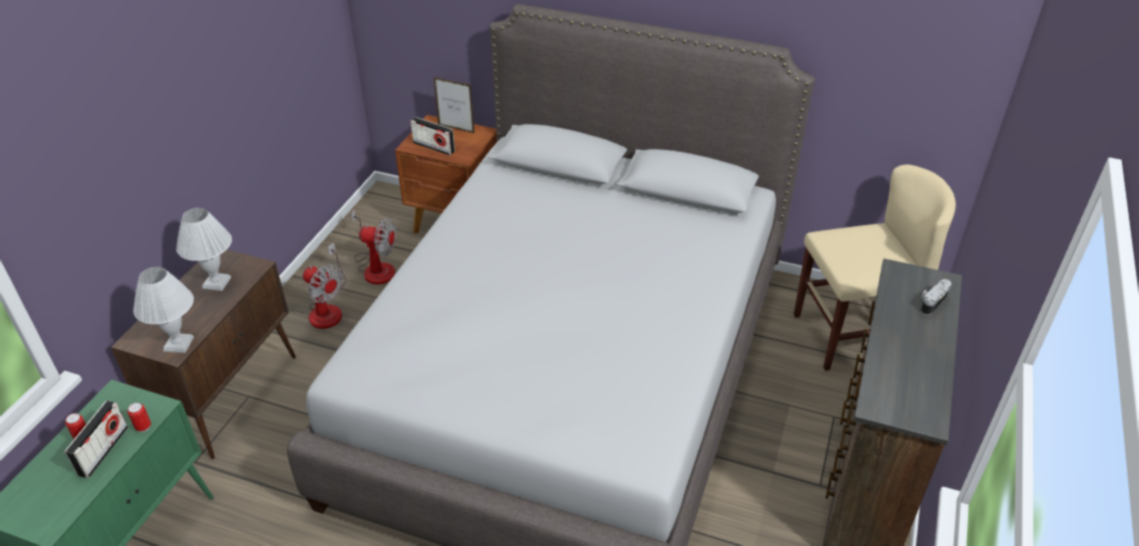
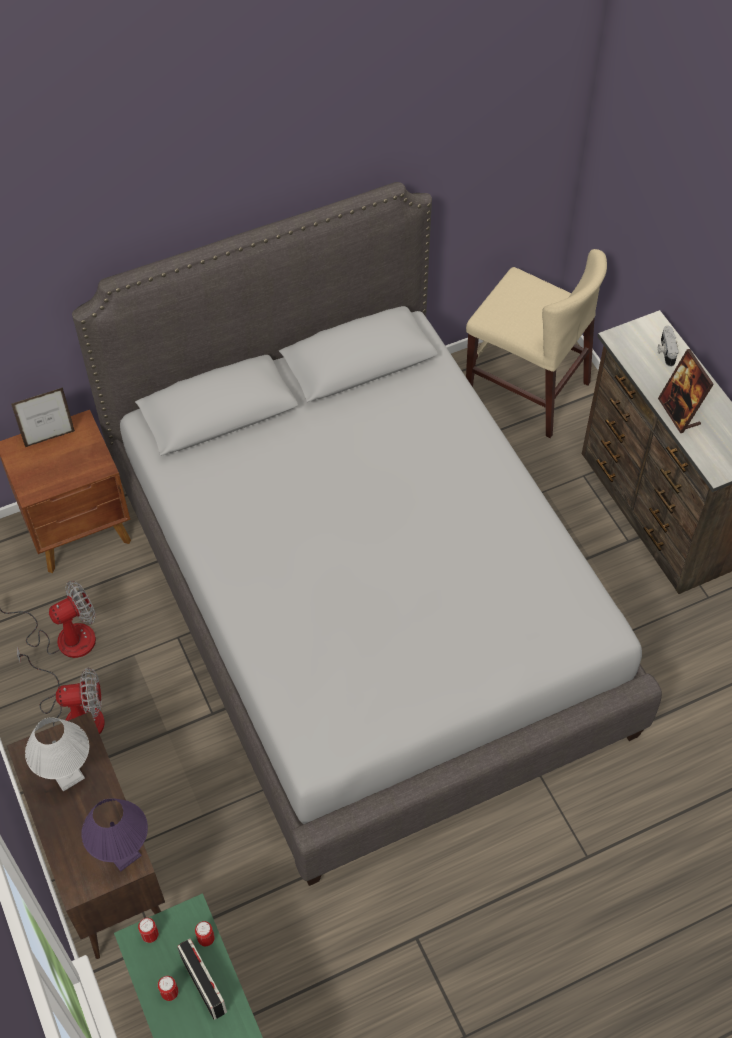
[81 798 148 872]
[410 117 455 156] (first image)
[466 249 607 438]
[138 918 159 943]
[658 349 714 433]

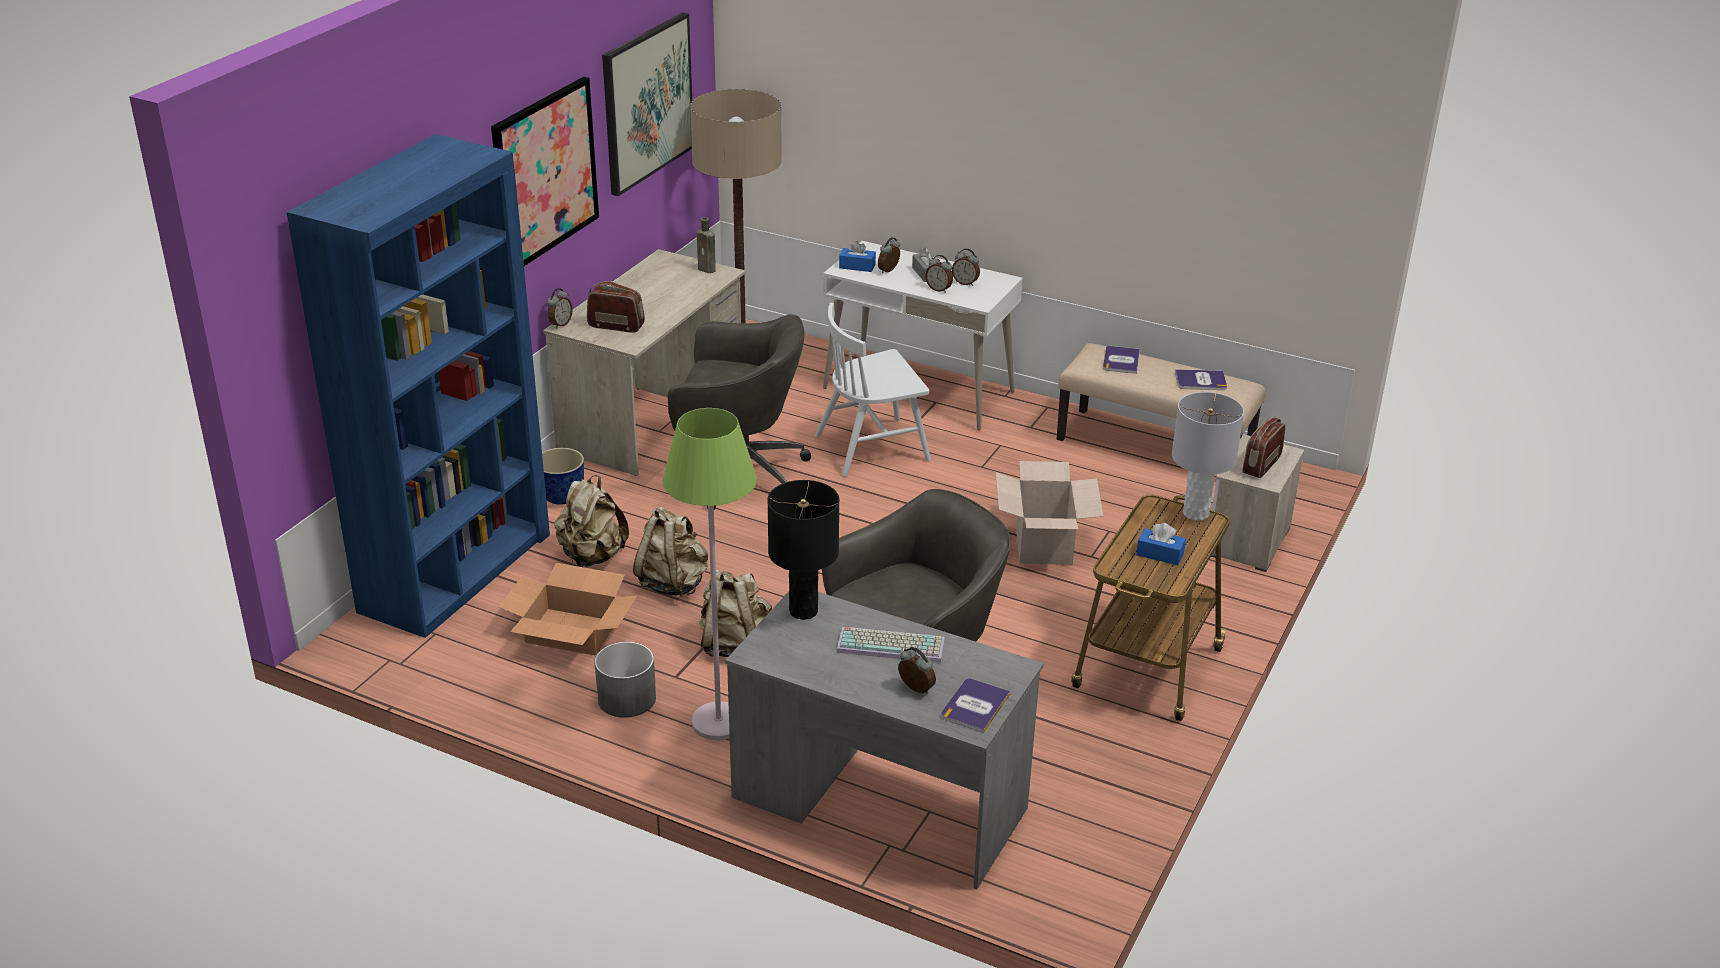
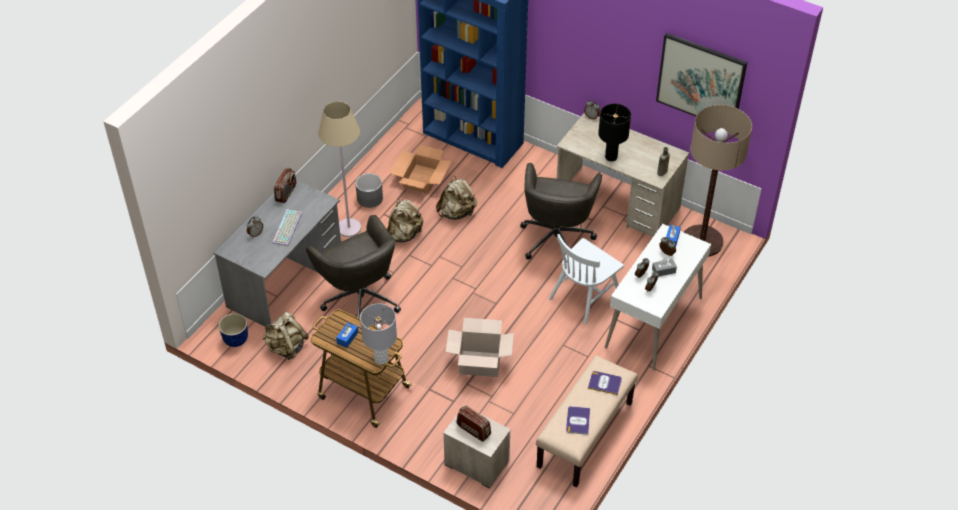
[491 77 599 266] (first image)
[218 313 248 347]
[263 312 309 360]
[274 168 296 203]
[318 101 361 237]
[598 104 631 162]
[549 234 624 325]
[941 678 1011 733] (first image)

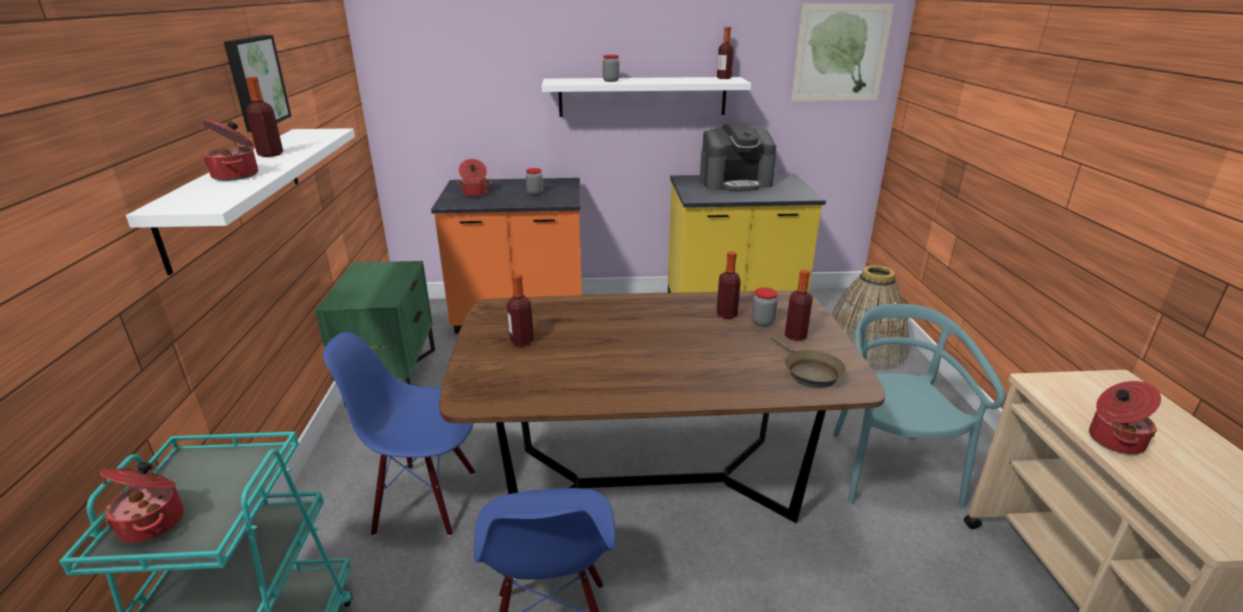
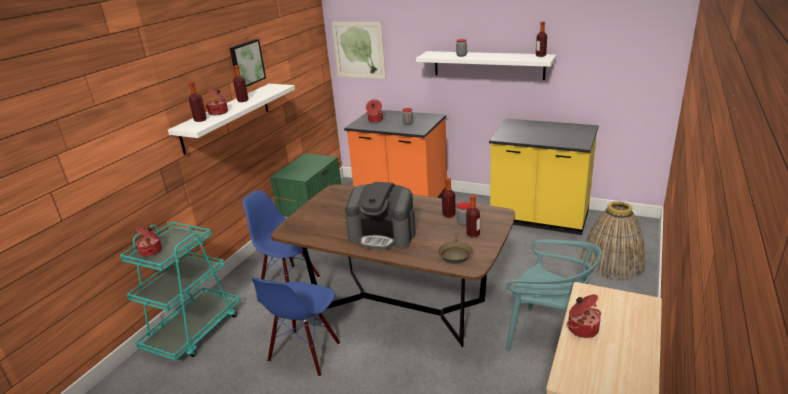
[189 82 207 122]
[345 182 416 250]
[332 22 386 79]
[505 239 602 351]

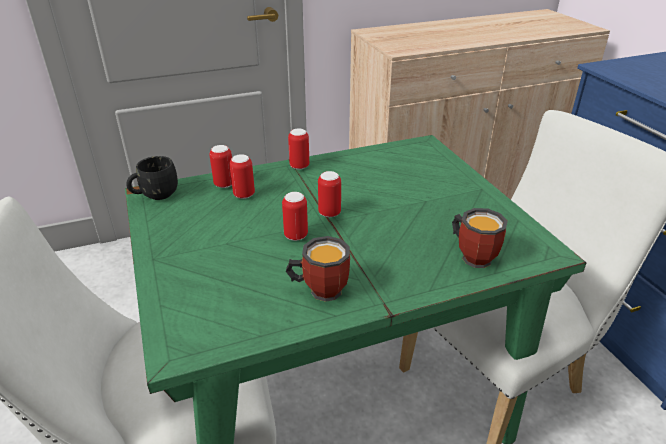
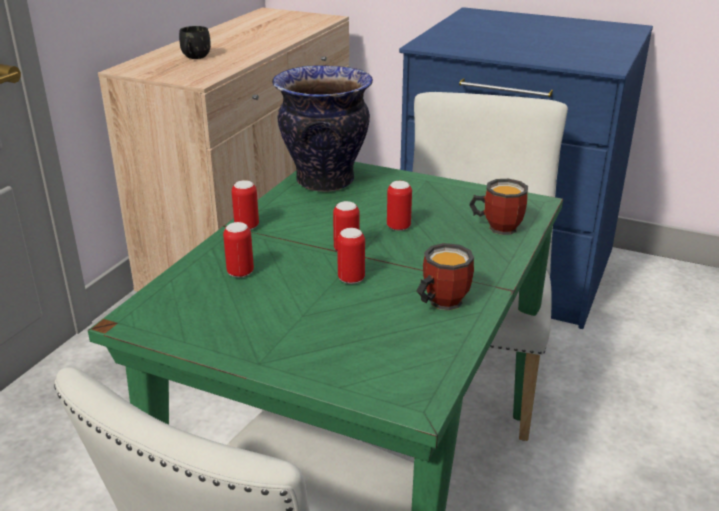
[179 26 211 59]
[387 181 412 231]
[272 65 373 192]

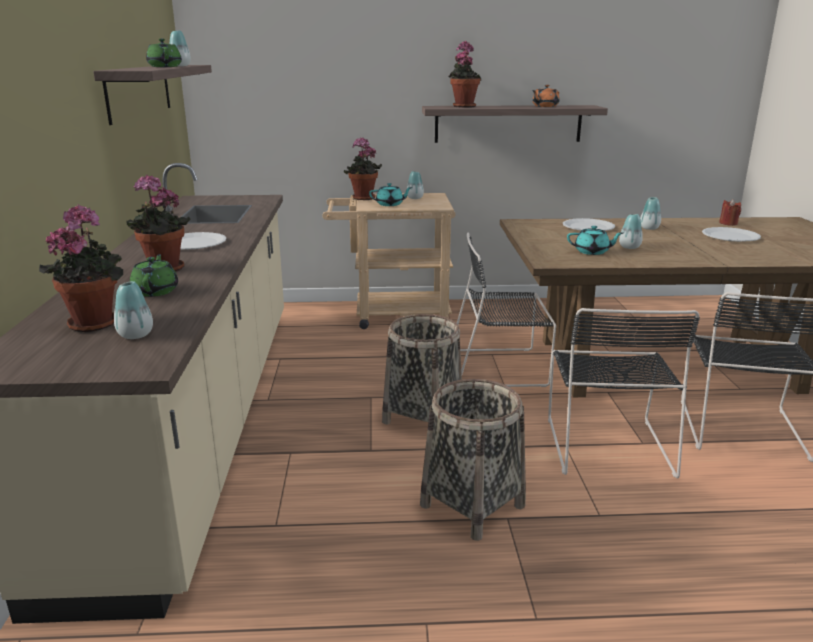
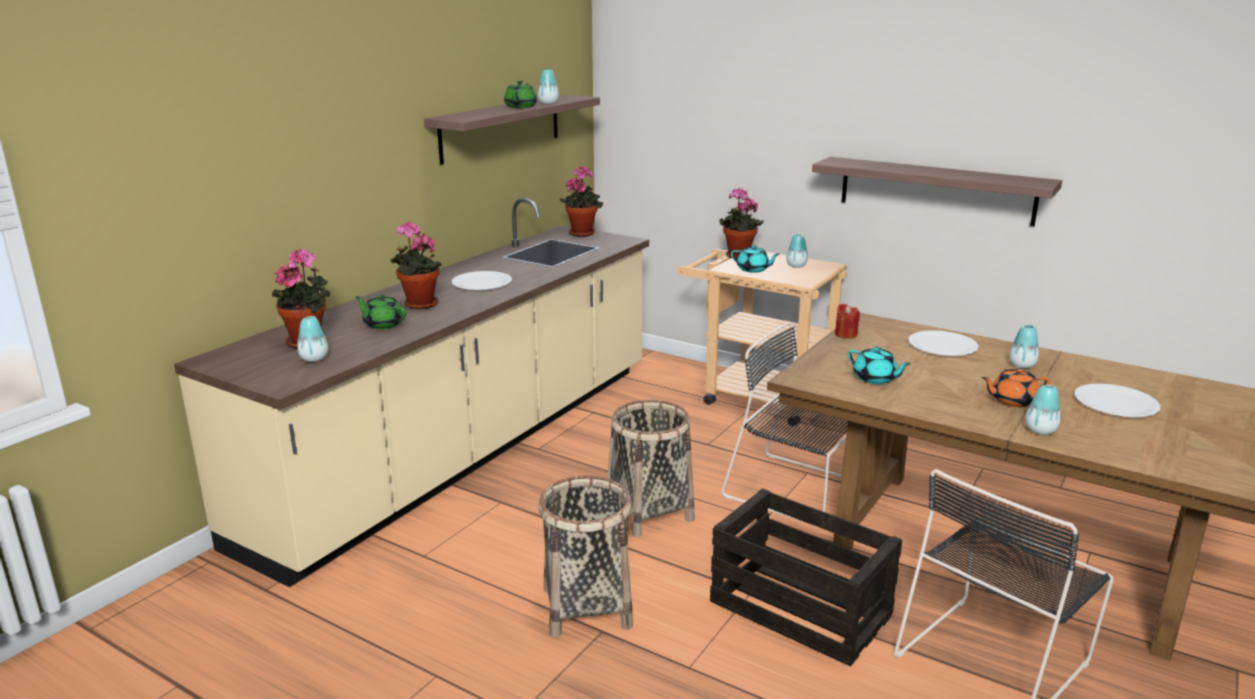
[355 295 406 329]
[560 166 603 237]
[981 368 1050 407]
[710 488 902 667]
[1025 385 1061 435]
[835 304 860 339]

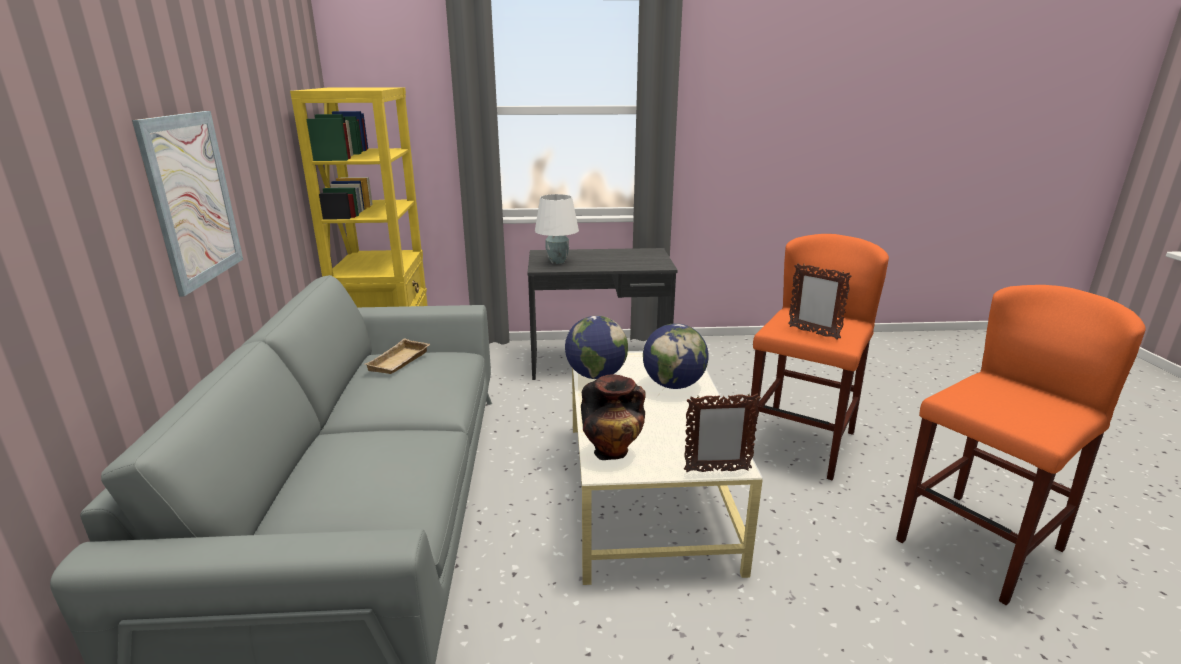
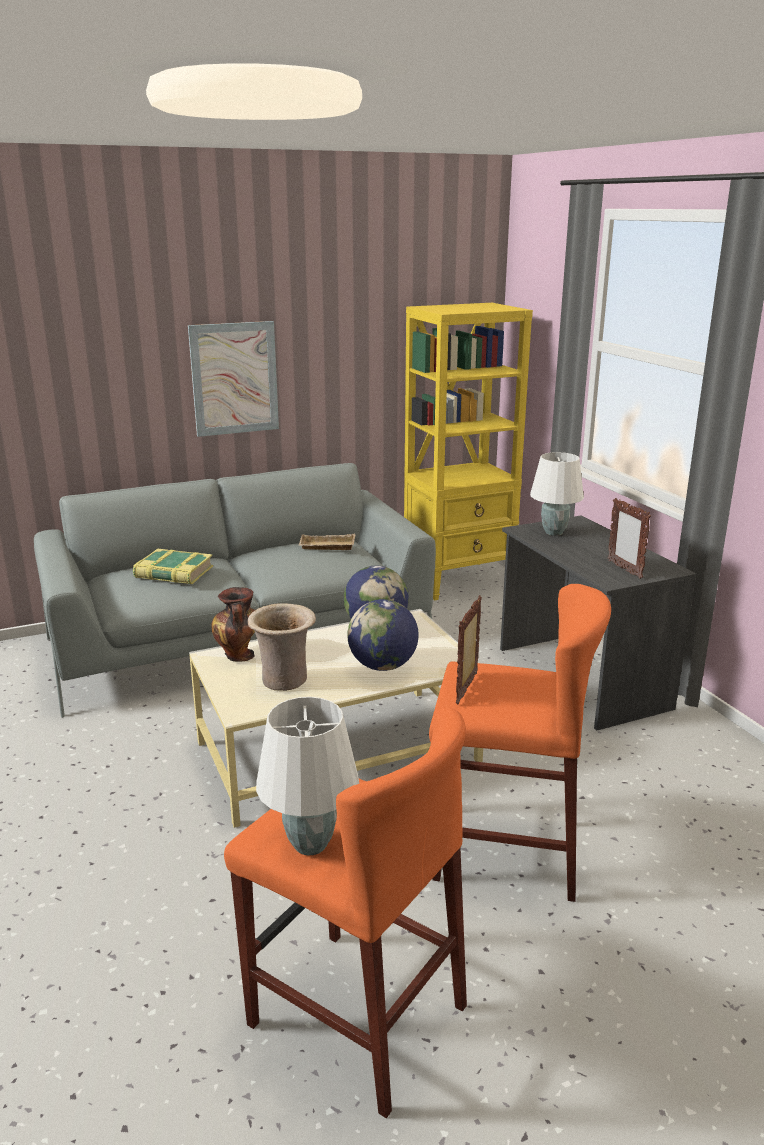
[608 498 651 579]
[133 549 213 584]
[248 603 316 691]
[256 697 359 856]

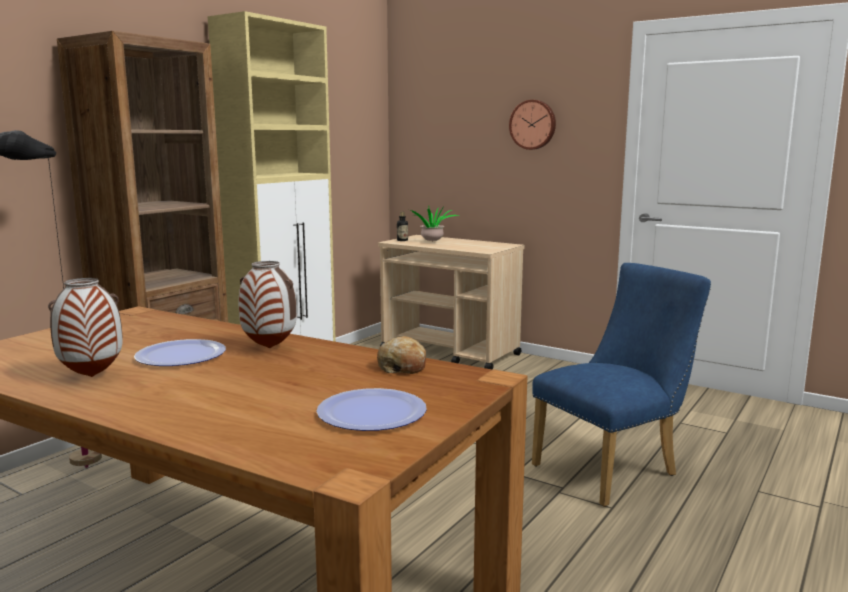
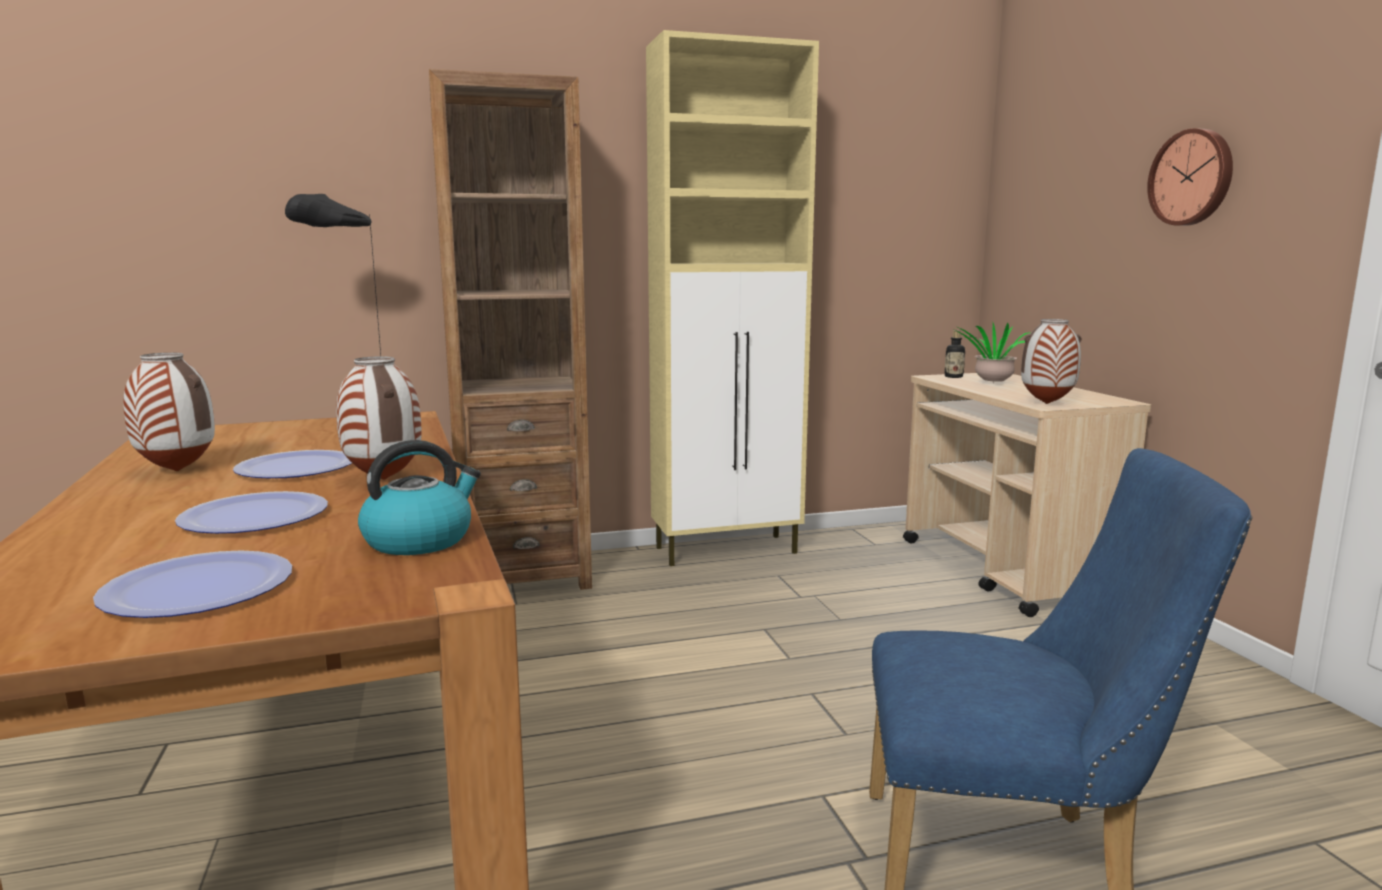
[358 440 481 555]
[175 491 328 534]
[1021 319 1082 404]

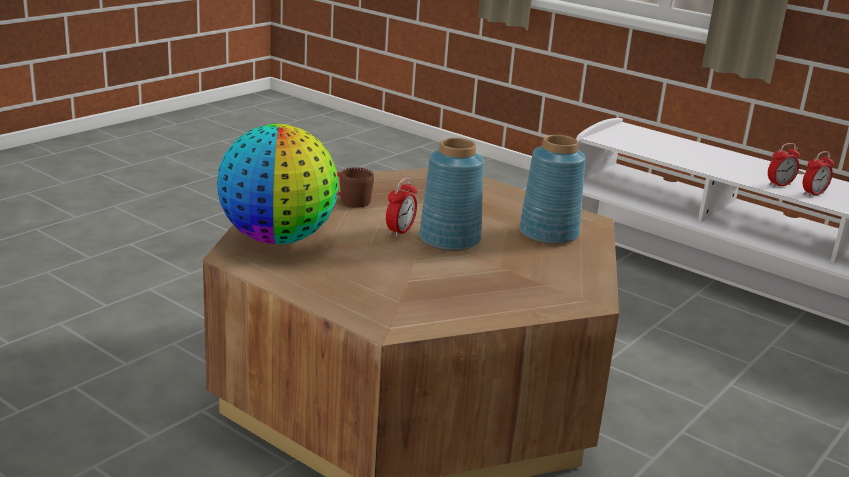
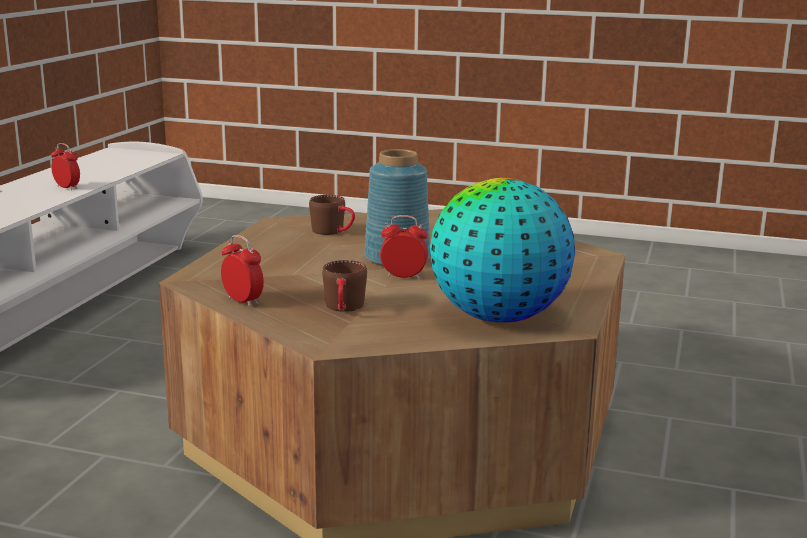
[309 195 355 235]
[221 235 264 307]

